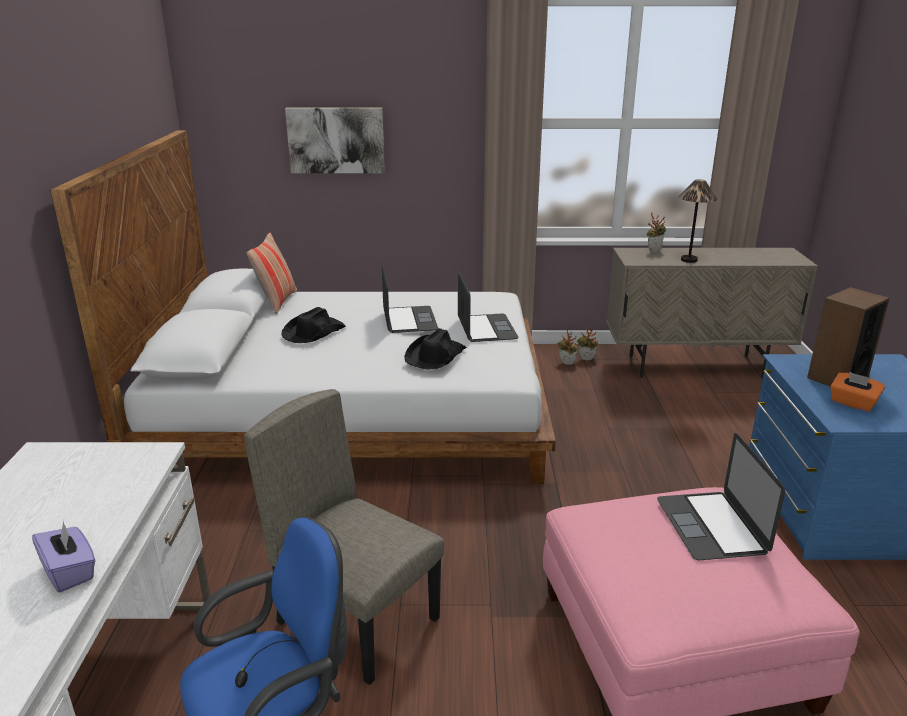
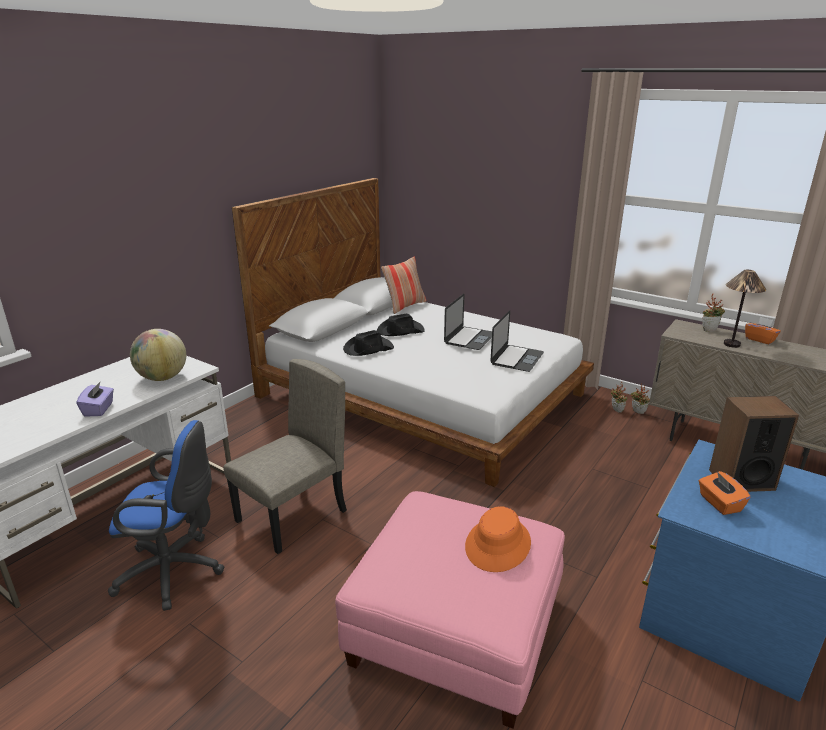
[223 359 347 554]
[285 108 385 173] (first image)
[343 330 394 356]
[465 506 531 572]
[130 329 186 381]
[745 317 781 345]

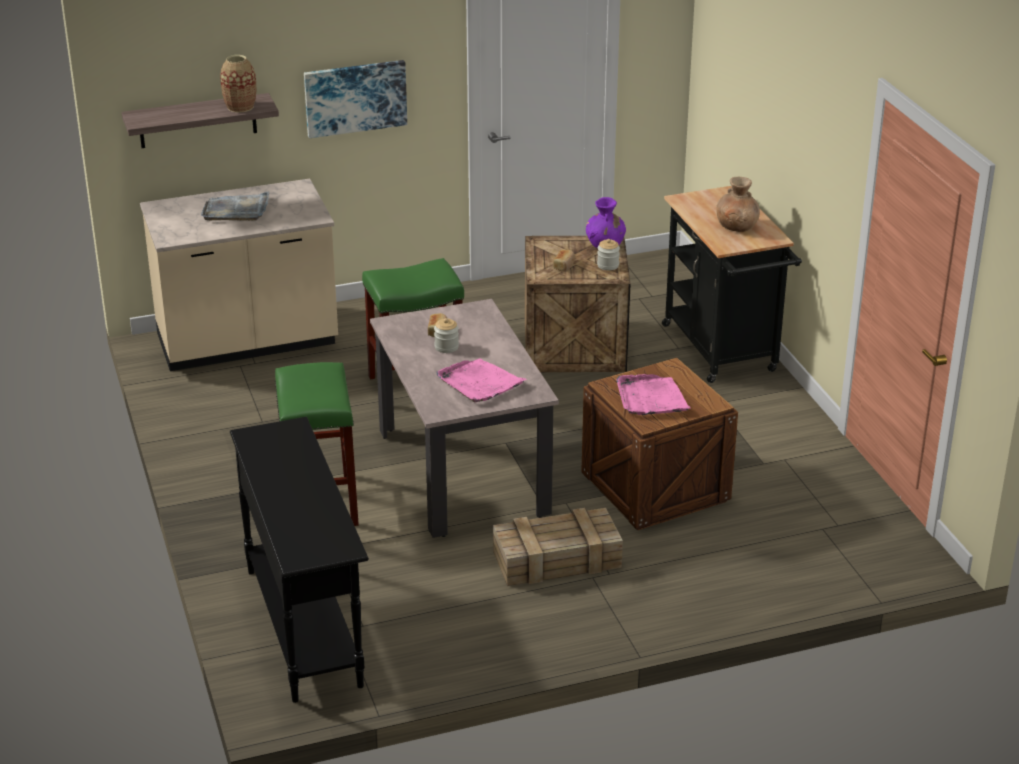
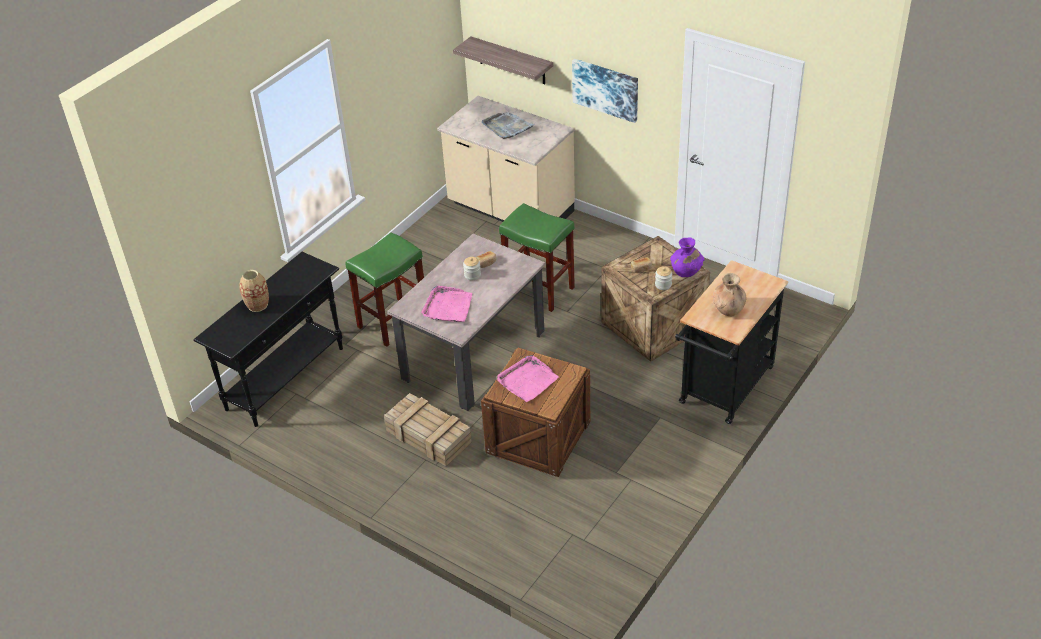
[239 270 269 312]

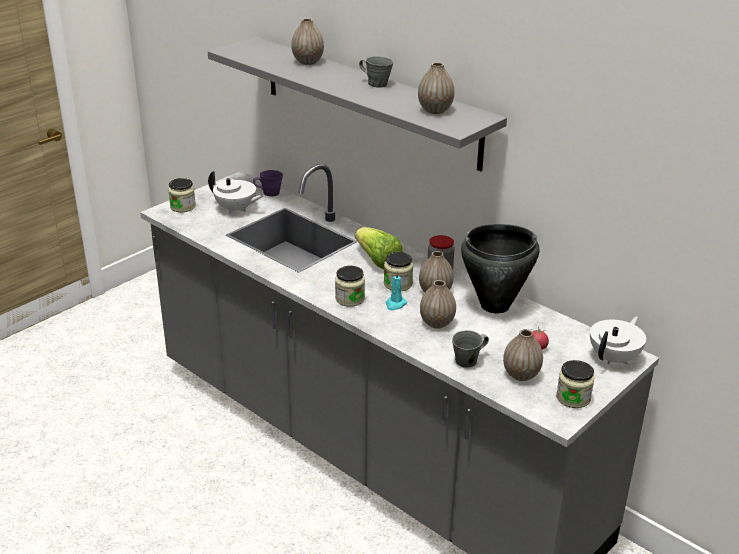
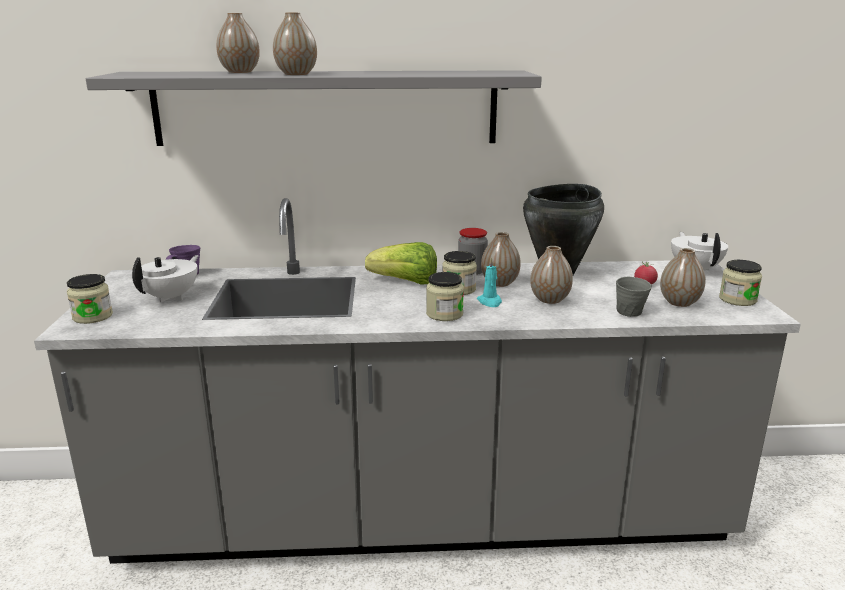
[132 255 199 303]
[359 56 393 88] (first image)
[273 12 317 75]

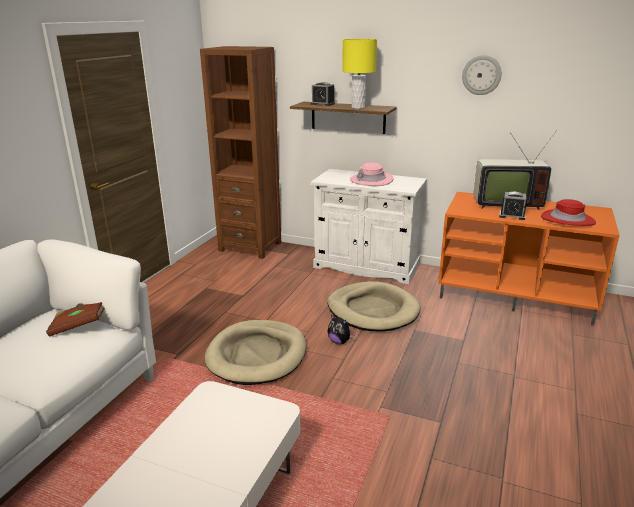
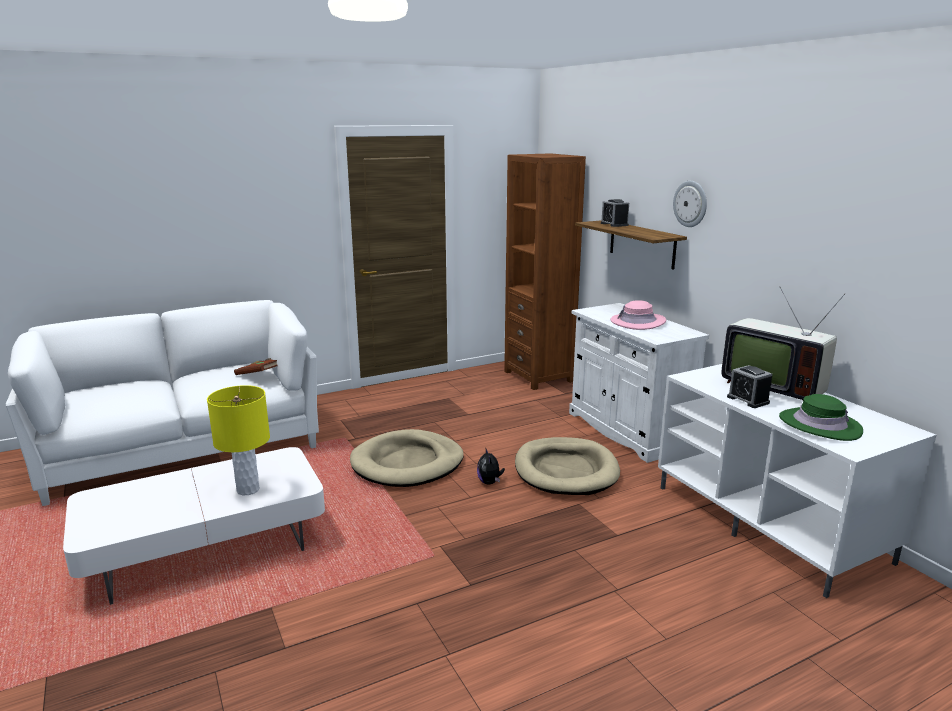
[207 385 270 495]
[658 364 936 598]
[673 181 707 227]
[779 394 863 441]

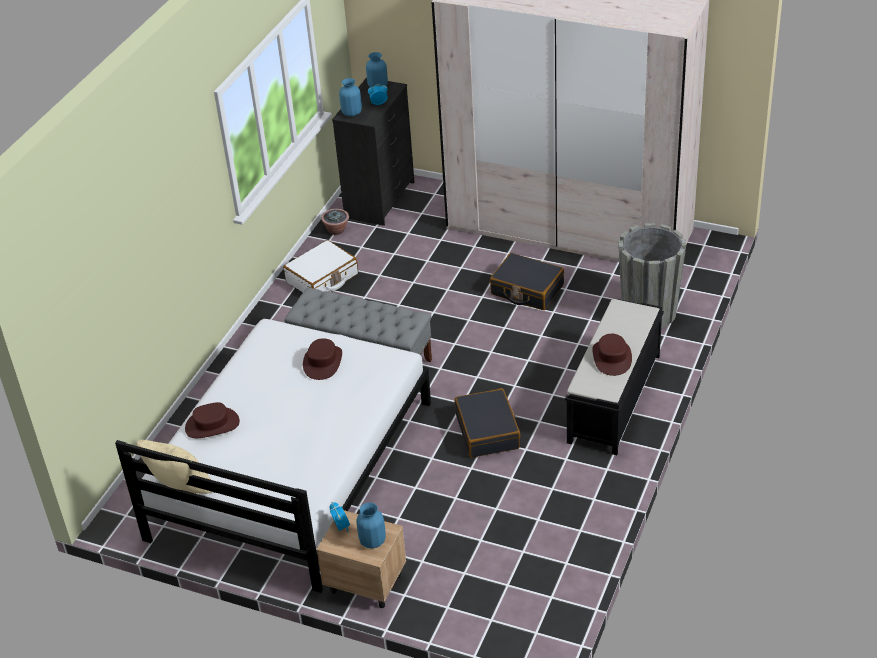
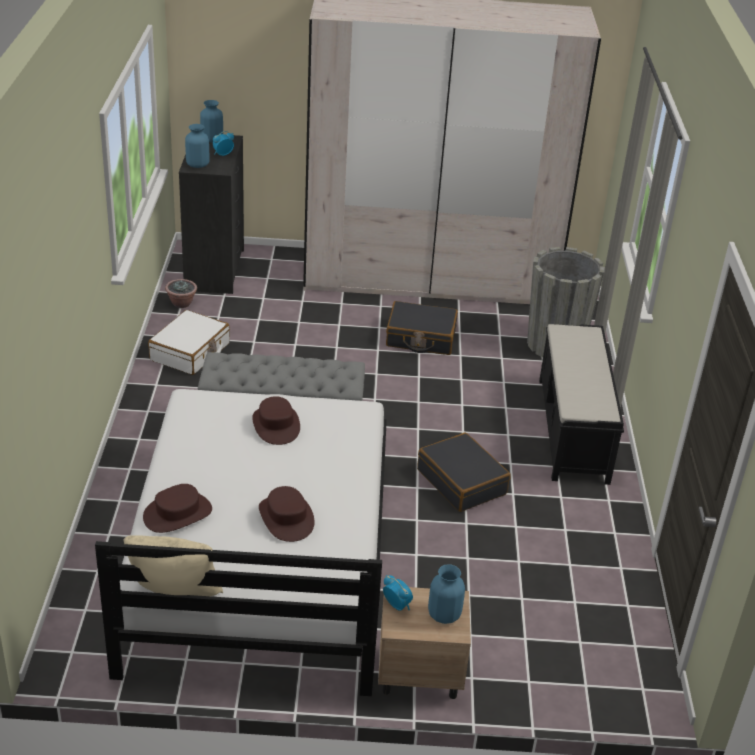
[259 486 315 542]

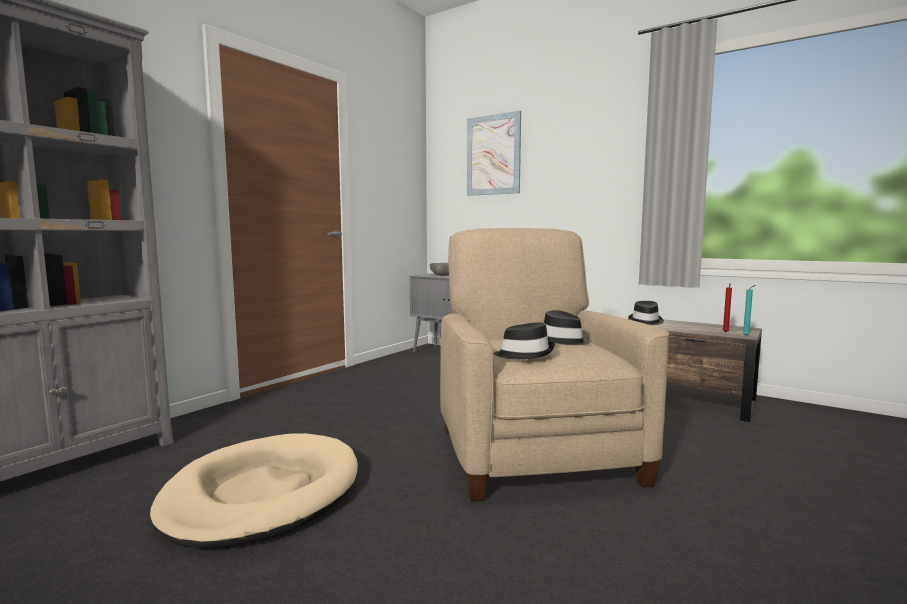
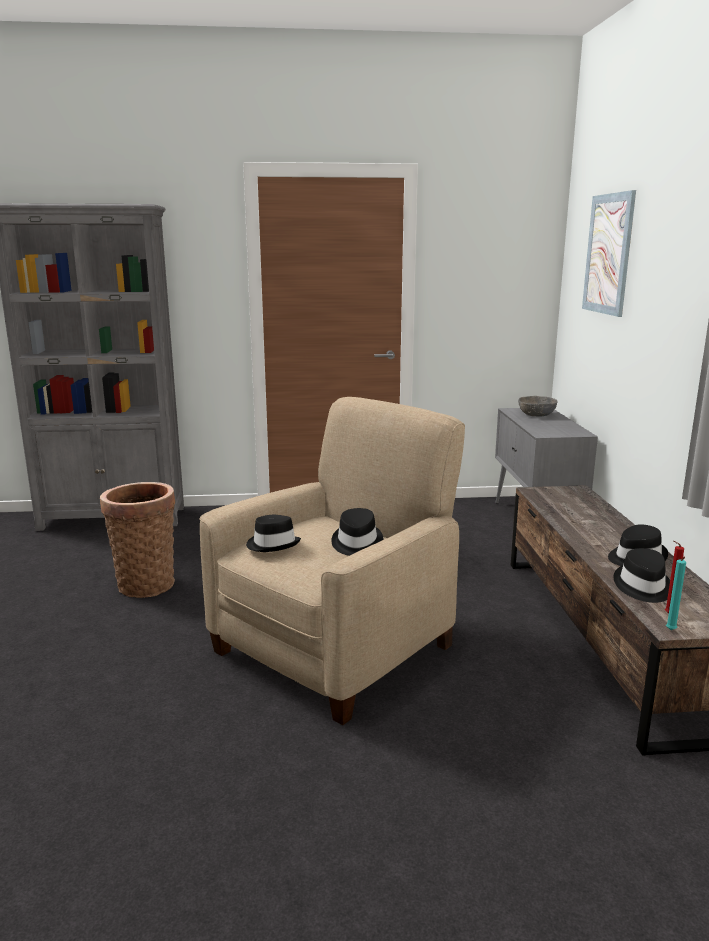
[100 482 175 598]
[614 548 670 603]

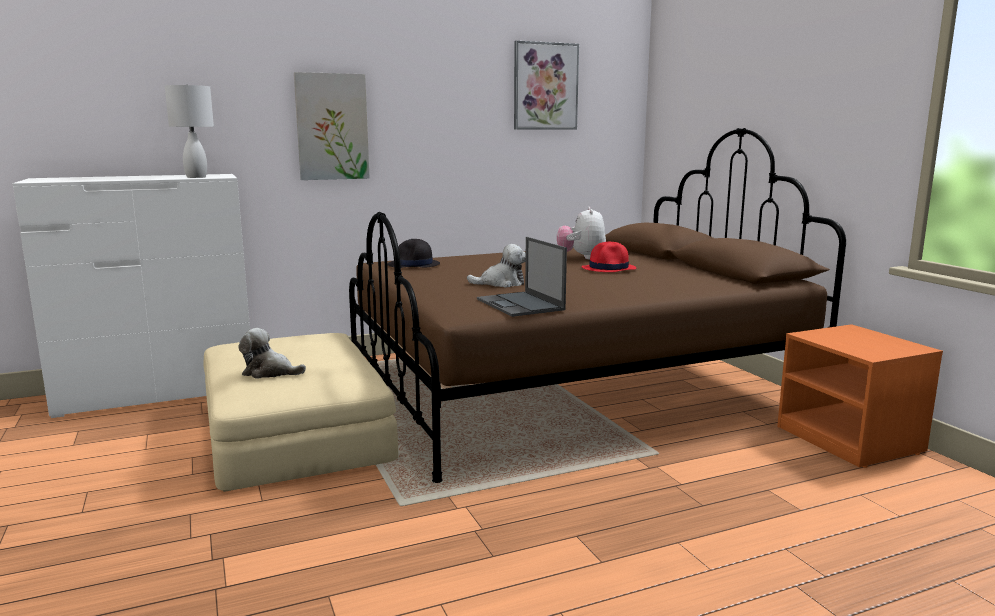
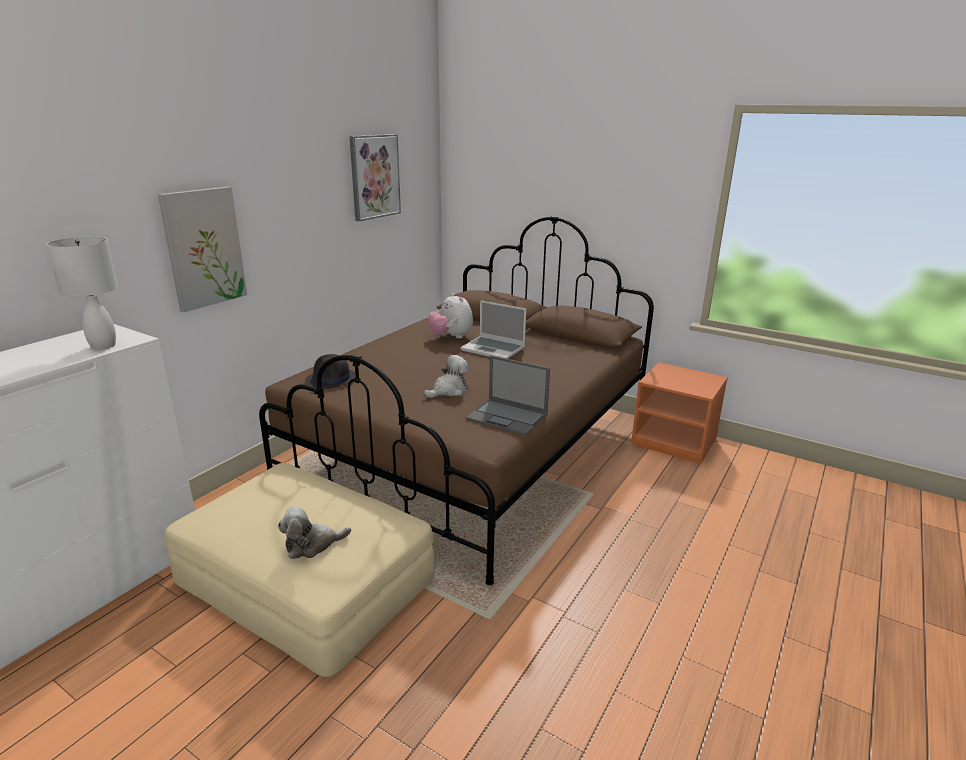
[460 300 526 359]

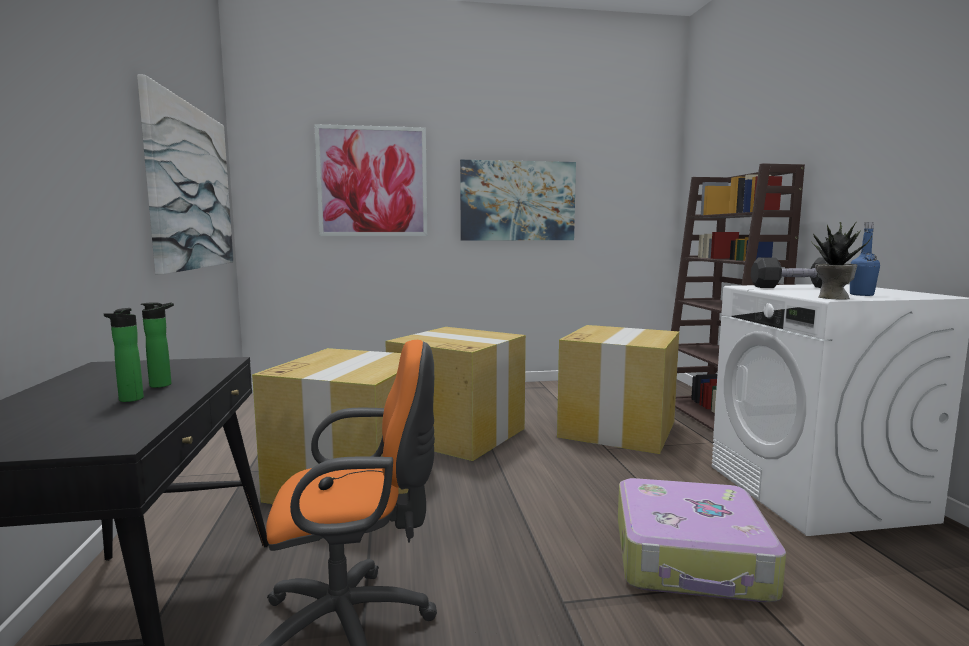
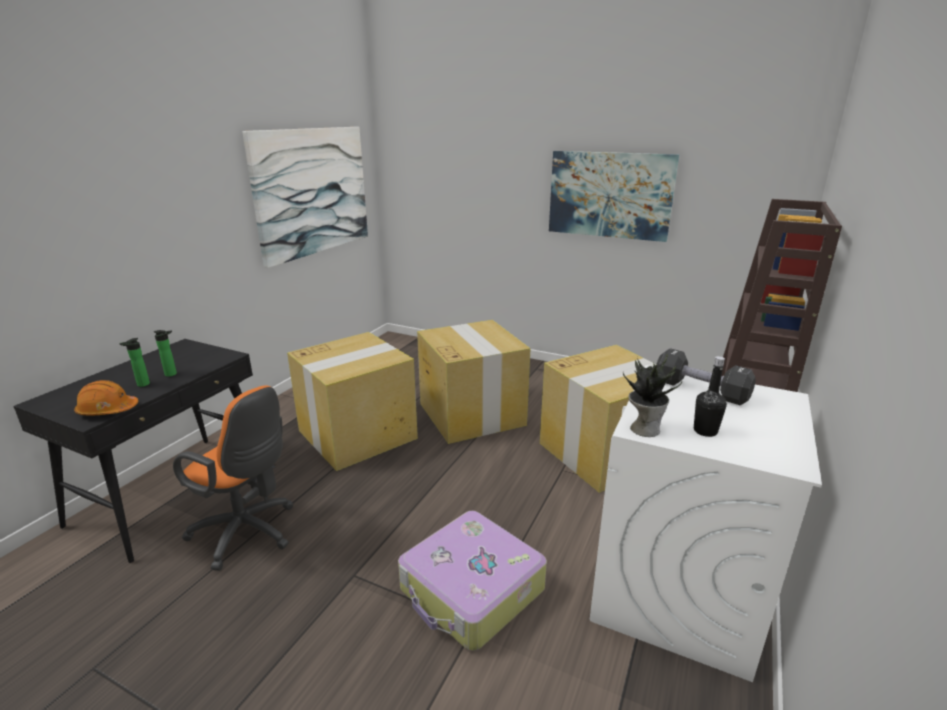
[314 124 427 236] (first image)
[694 356 727 437]
[74 380 138 415]

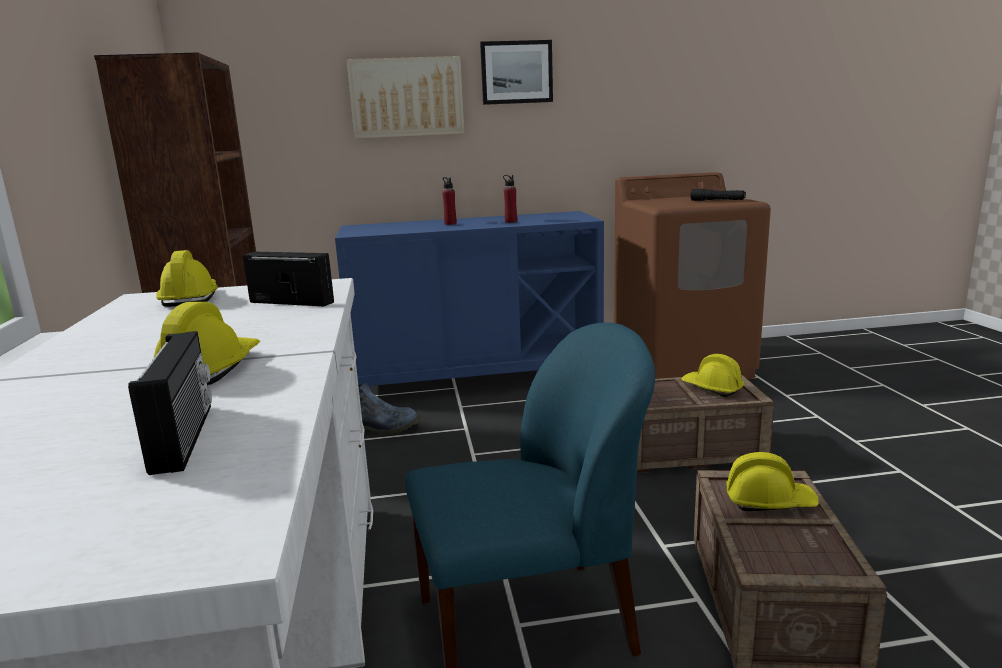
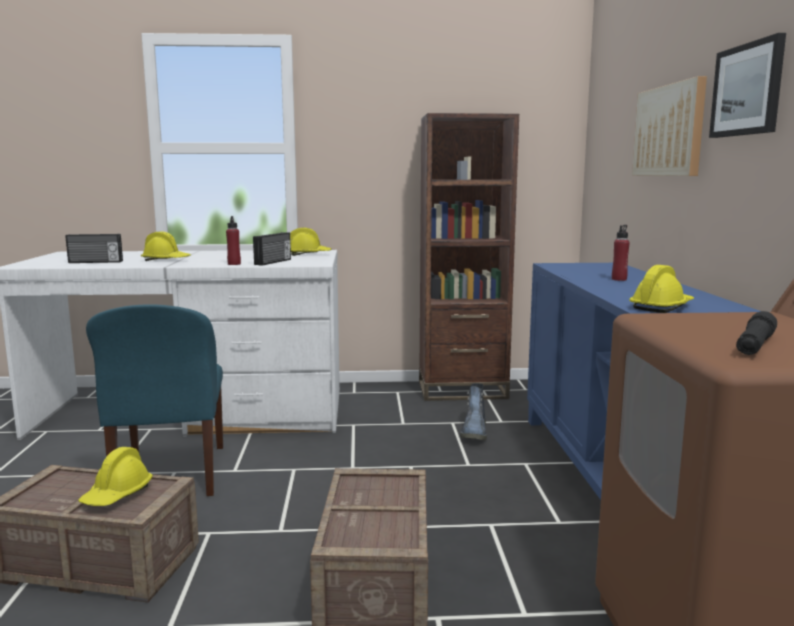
[226 216 241 265]
[629 265 694 313]

